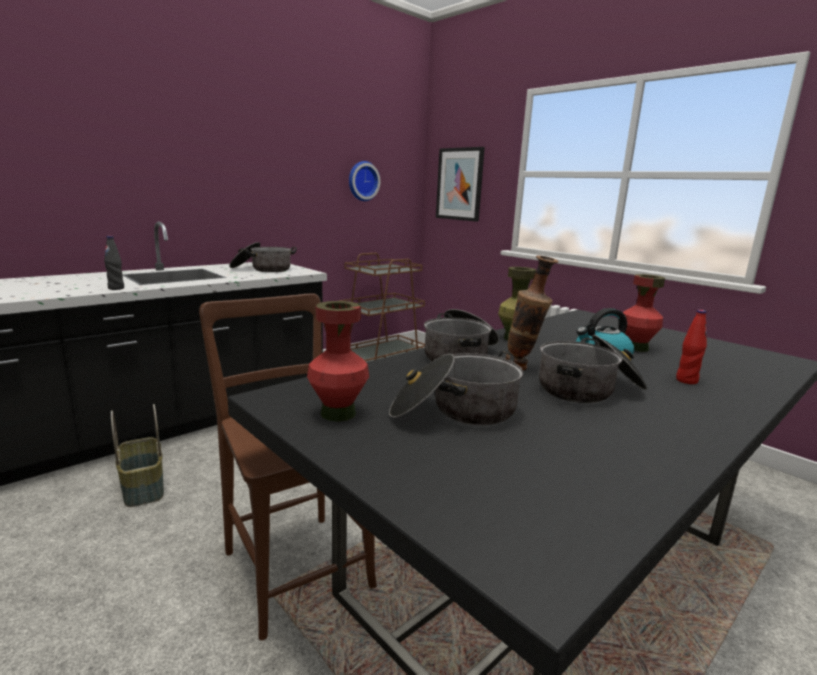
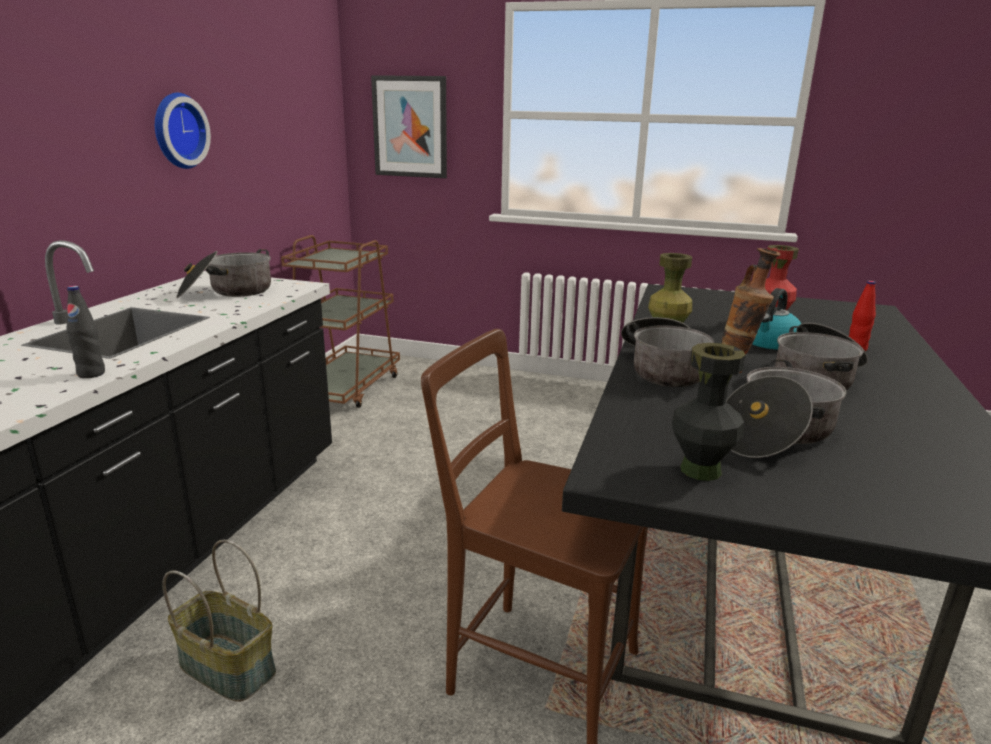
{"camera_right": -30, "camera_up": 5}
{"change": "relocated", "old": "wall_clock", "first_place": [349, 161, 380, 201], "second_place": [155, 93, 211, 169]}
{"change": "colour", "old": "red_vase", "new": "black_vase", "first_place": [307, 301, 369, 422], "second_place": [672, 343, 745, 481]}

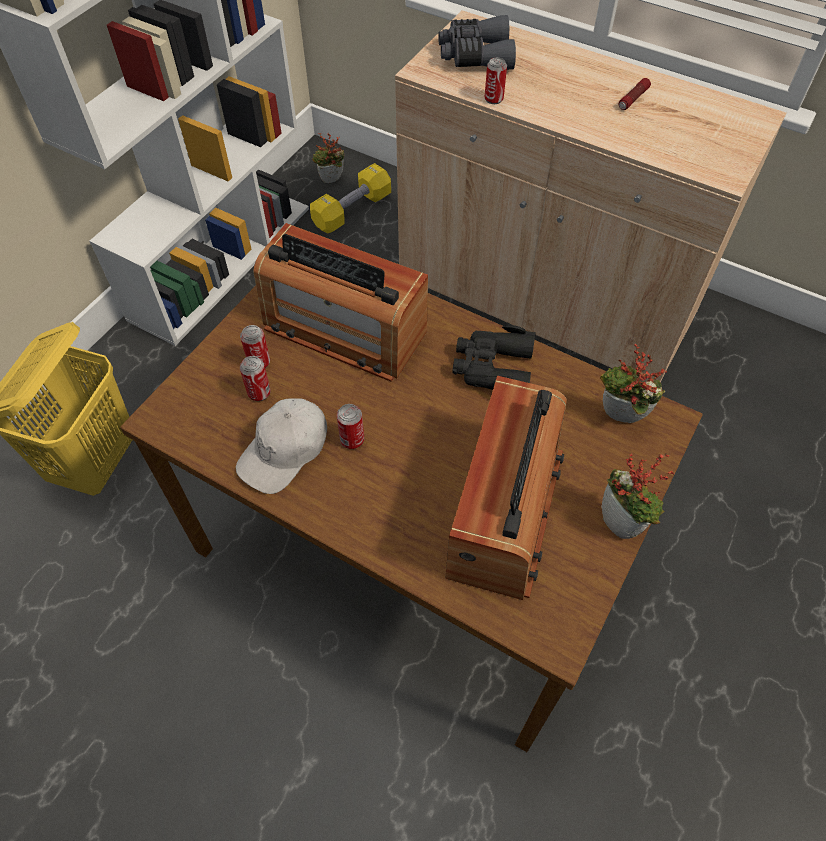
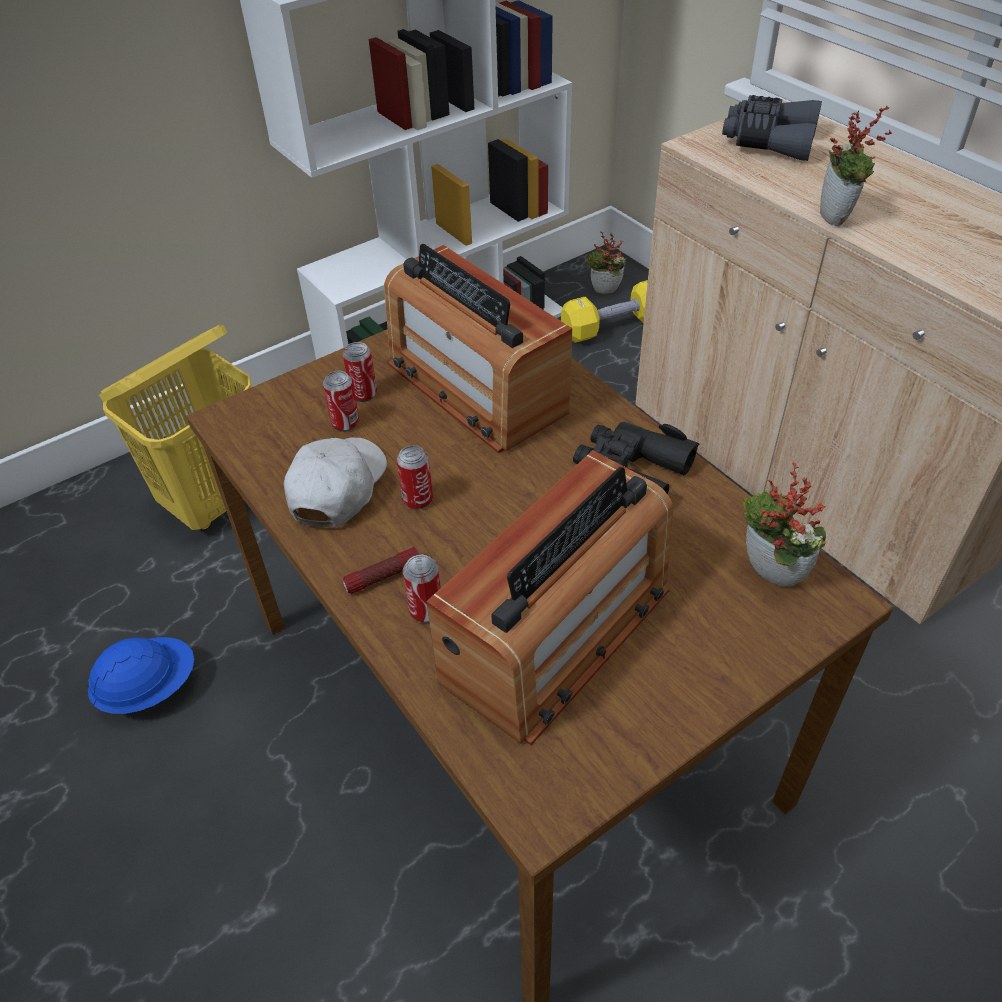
{"camera_right": 25, "camera_up": -10}
{"change": "appeared", "new": "blue_hard_hat", "second_place": [88, 637, 194, 714]}
{"change": "spun", "old": "white_cap", "first_place": [236, 398, 327, 494], "second_place": [284, 437, 387, 527], "degrees": 135}
{"change": "relocated", "old": "flashlight", "first_place": [619, 78, 651, 110], "second_place": [342, 547, 419, 594]}
{"change": "relocated", "old": "can", "first_place": [485, 58, 507, 104], "second_place": [403, 555, 441, 623]}
{"change": "relocated", "old": "potted_plant", "first_place": [601, 453, 675, 539], "second_place": [820, 106, 892, 227]}

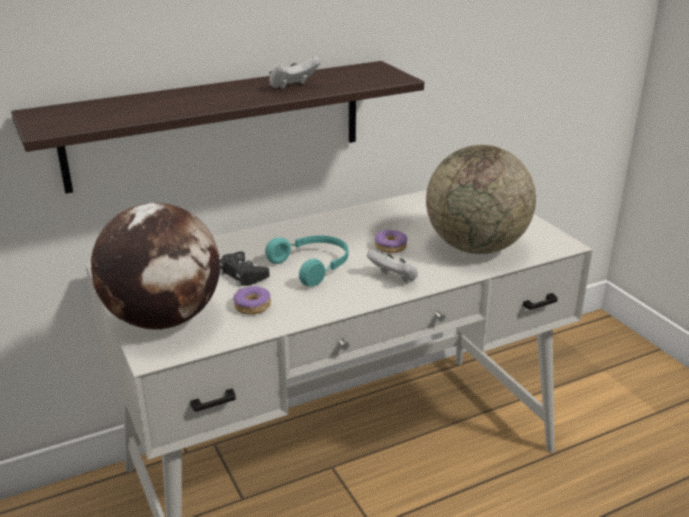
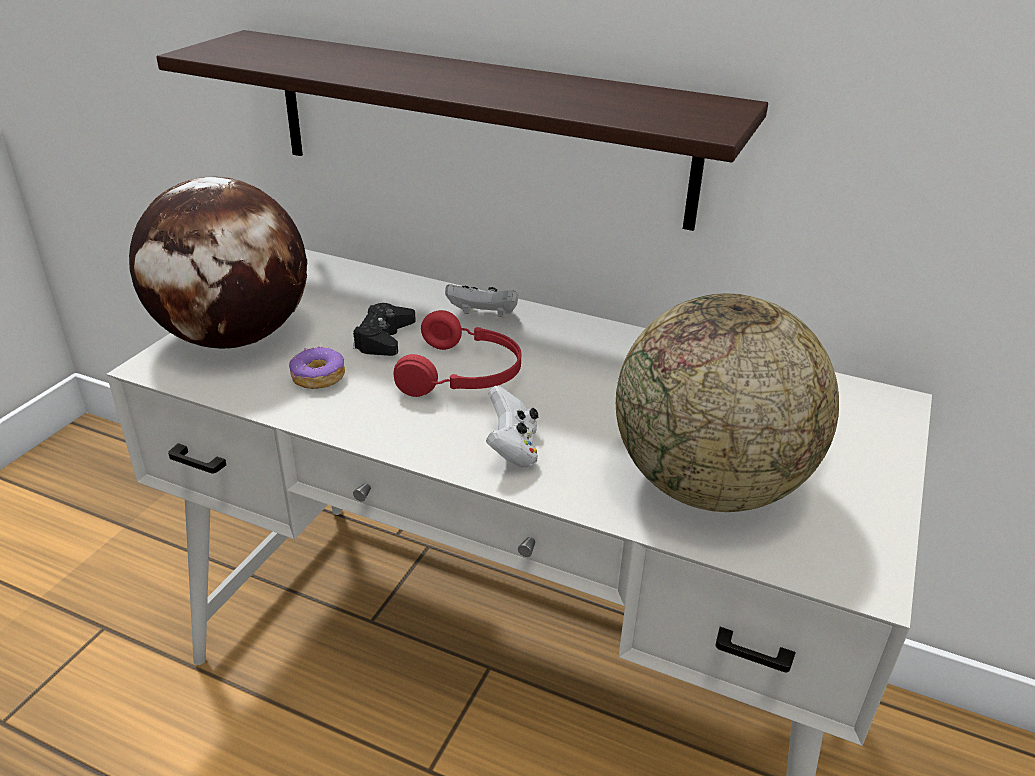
{"camera_right": 50, "camera_up": 5}
{"change": "colour", "old": "turquoise_headphones", "new": "red_headphones", "first_place": [265, 236, 348, 286], "second_place": [394, 310, 521, 397]}
{"change": "relocated", "old": "white_game_controller", "first_place": [269, 57, 320, 89], "second_place": [445, 284, 518, 317]}
{"change": "missing", "old": "donut", "first_place": [375, 230, 407, 253]}

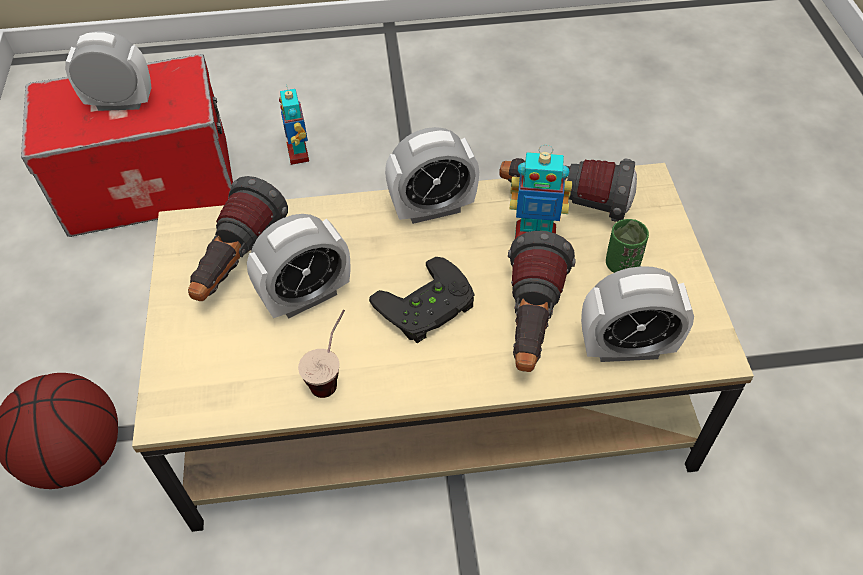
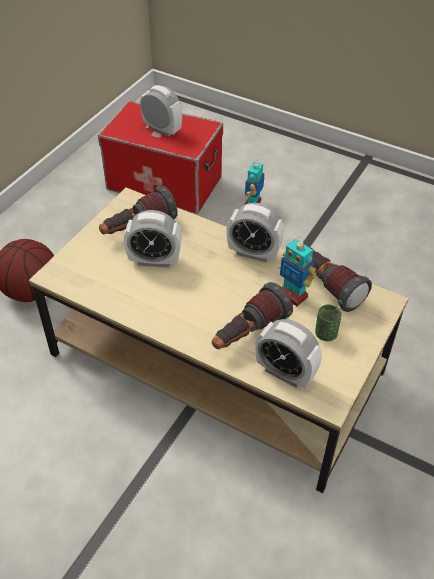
{"camera_right": 35, "camera_up": -5}
{"change": "missing", "old": "cup", "first_place": [298, 310, 345, 398]}
{"change": "missing", "old": "black_game_controller", "first_place": [369, 257, 475, 343]}

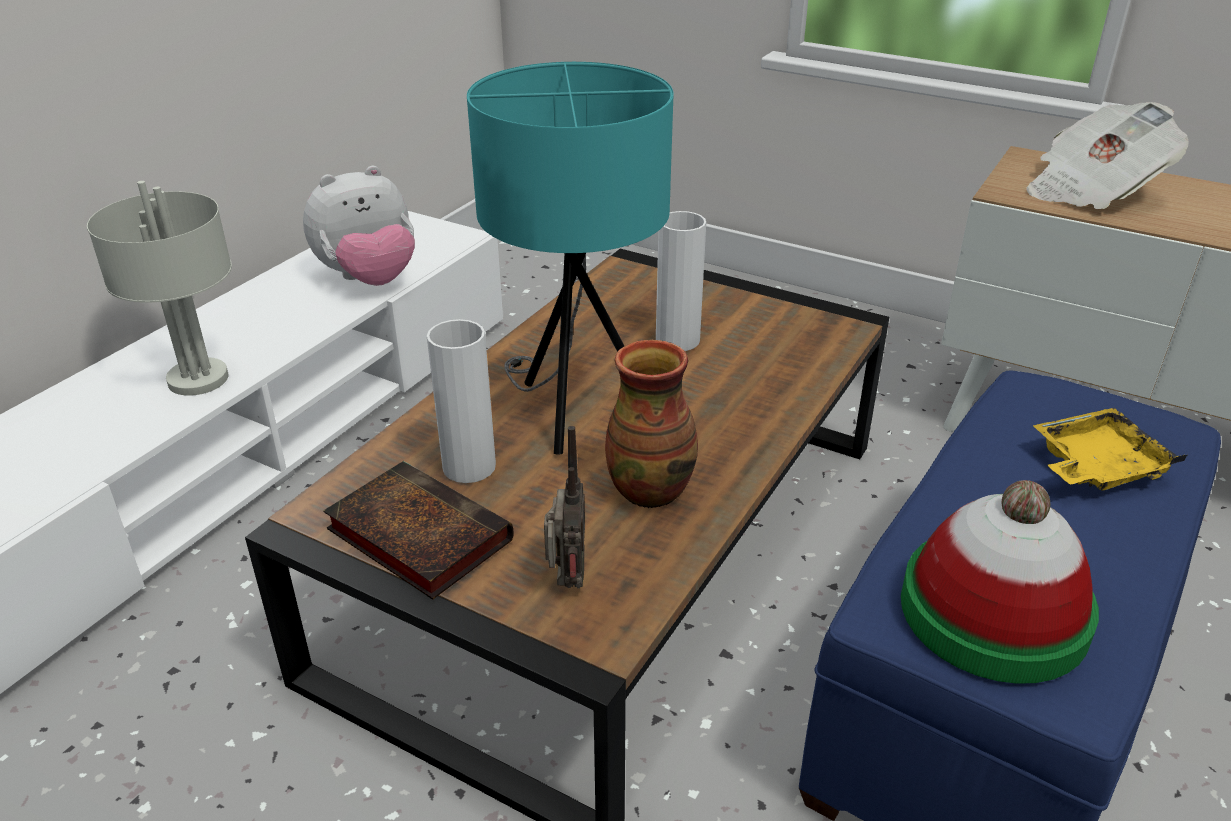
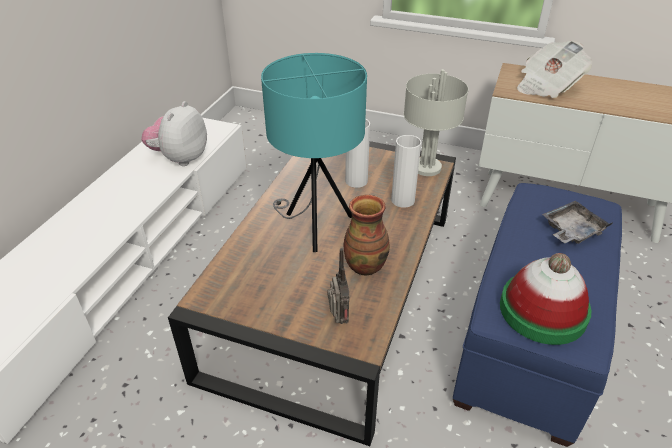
{"camera_right": -10, "camera_up": 5}
{"change": "spun", "old": "plush_toy", "first_place": [303, 166, 415, 286], "second_place": [141, 101, 207, 166], "degrees": 150}
{"change": "relocated", "old": "white_vase", "first_place": [427, 319, 496, 483], "second_place": [391, 135, 422, 208]}
{"change": "relocated", "old": "grey_table_lamp", "first_place": [87, 181, 232, 396], "second_place": [404, 69, 468, 176]}
{"change": "colour", "old": "yellow_tray", "new": "grey_tray", "first_place": [1033, 408, 1187, 490], "second_place": [542, 201, 612, 244]}
{"change": "missing", "old": "book", "first_place": [323, 461, 514, 600]}

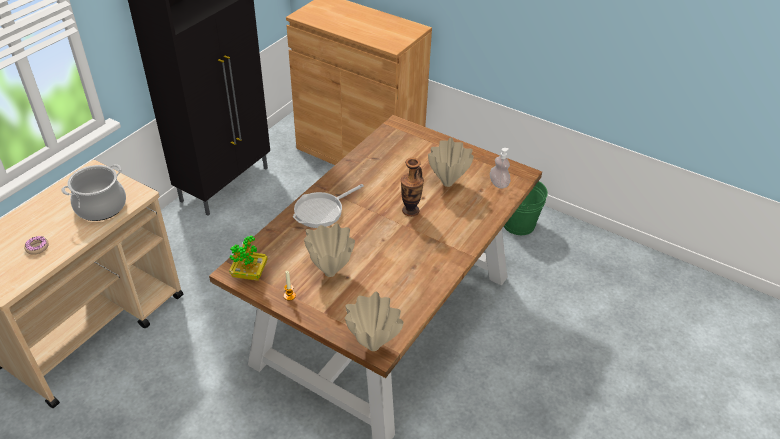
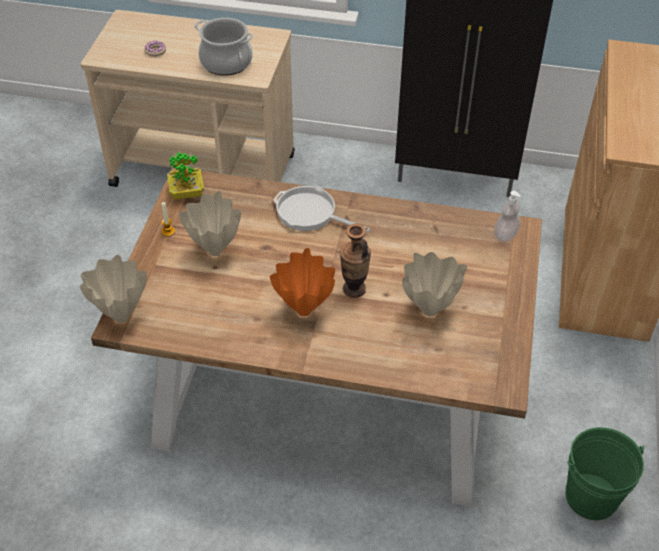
{"camera_right": 70, "camera_up": 5}
{"change": "appeared", "new": "orange_vase", "second_place": [270, 248, 335, 316]}
{"change": "relocated", "old": "soap_dispenser", "first_place": [490, 148, 510, 189], "second_place": [495, 191, 521, 242]}

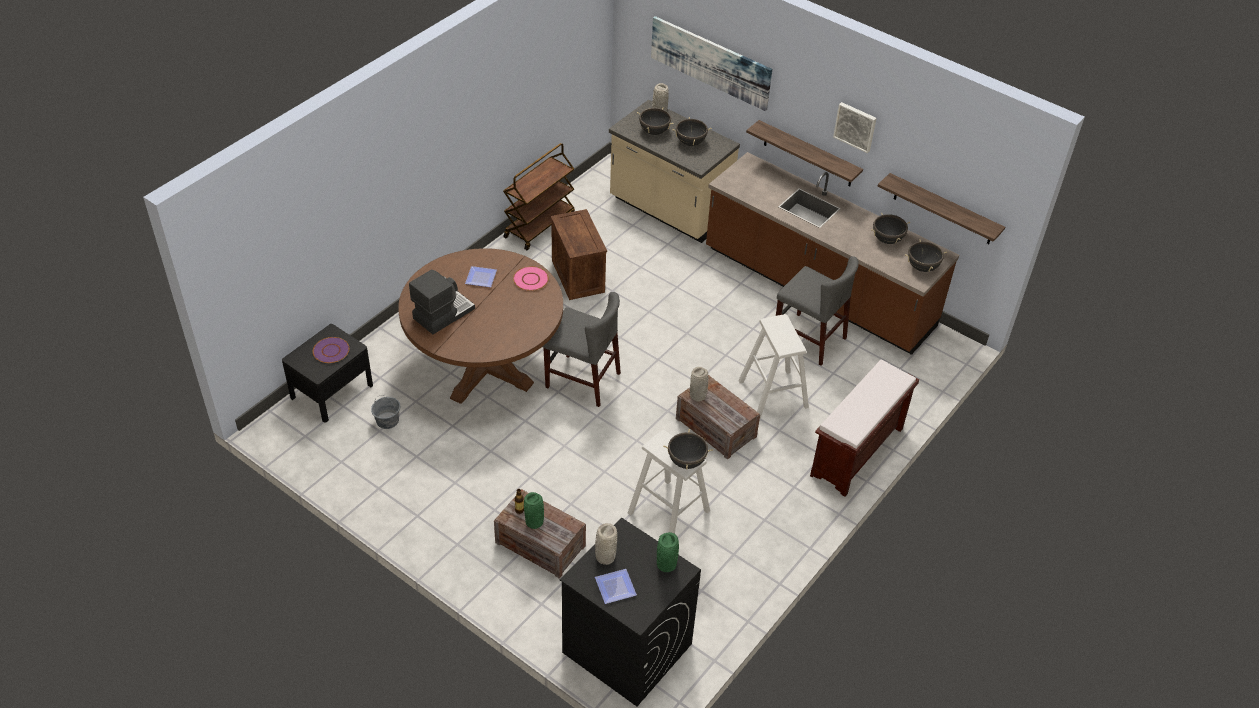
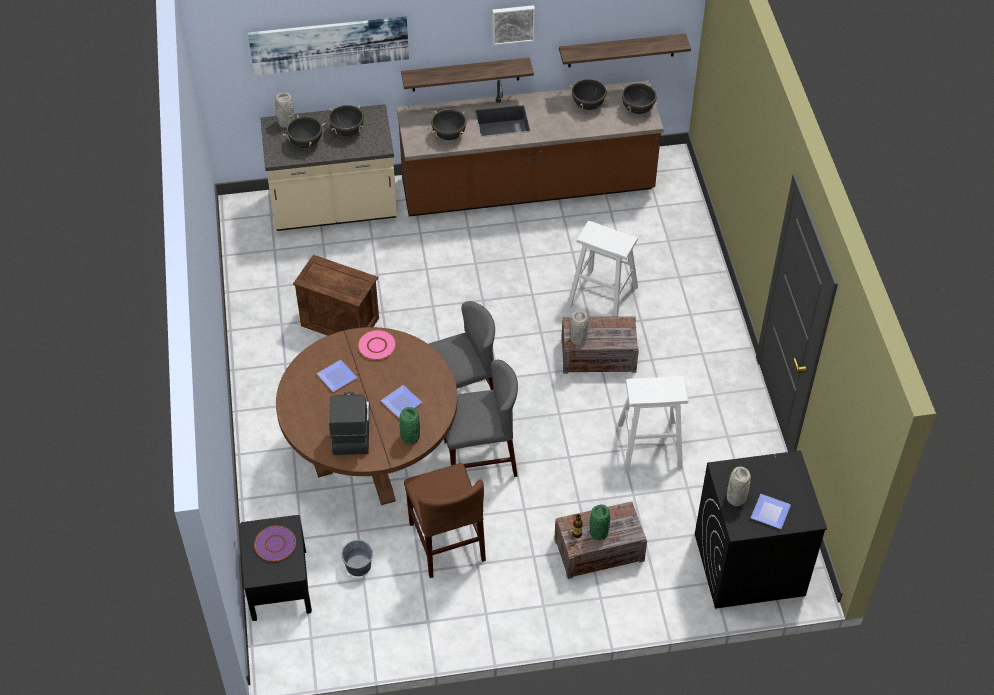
{"camera_right": -45, "camera_up": 5}
{"change": "appeared", "new": "plate", "second_place": [381, 385, 422, 418]}
{"change": "relocated", "old": "green_vase", "first_place": [657, 532, 679, 572], "second_place": [399, 407, 420, 444]}
{"change": "appeared", "new": "brown_chair", "second_place": [404, 463, 486, 578]}
{"change": "relocated", "old": "black_cooking_pot", "first_place": [663, 429, 713, 470], "second_place": [431, 109, 467, 140]}
{"change": "relocated", "old": "grey_chair", "first_place": [776, 256, 859, 366], "second_place": [444, 360, 518, 477]}
{"change": "missing", "old": "brown_cart", "first_place": [503, 143, 575, 250]}
{"change": "missing", "old": "brown_bench", "first_place": [810, 360, 919, 497]}

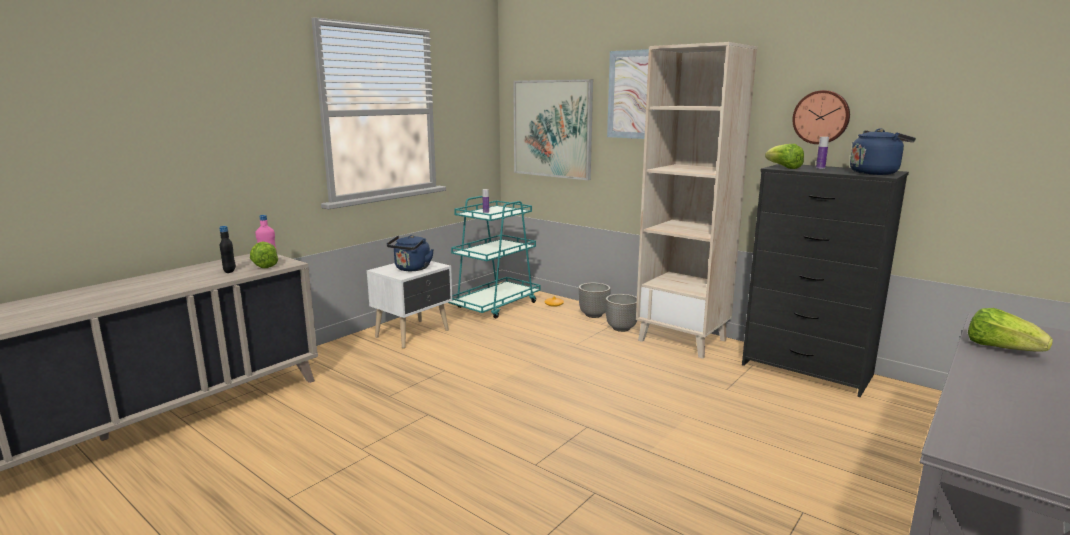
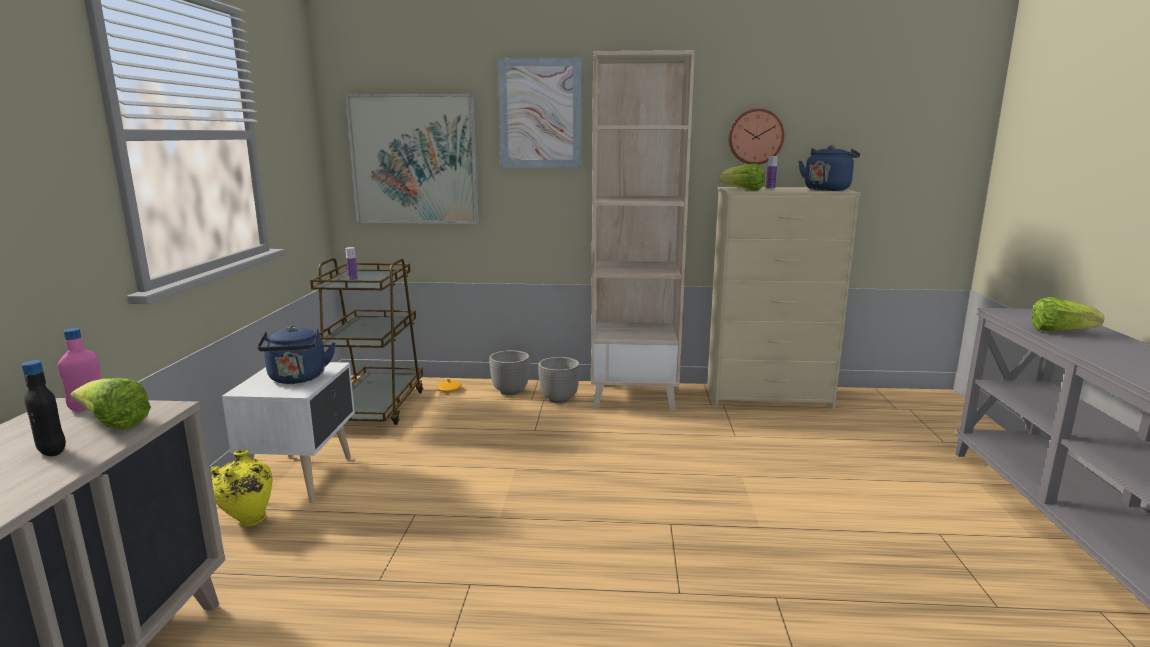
{"camera_right": -35, "camera_up": 0}
{"change": "appeared", "new": "yellow_vase", "second_place": [211, 450, 272, 526]}
{"change": "colour", "old": "turquoise_cart", "new": "brown_cart", "first_place": [448, 196, 541, 318], "second_place": [310, 258, 423, 425]}
{"change": "colour", "old": "black_dresser", "new": "beige_dresser", "first_place": [742, 164, 909, 397], "second_place": [707, 187, 861, 411]}

